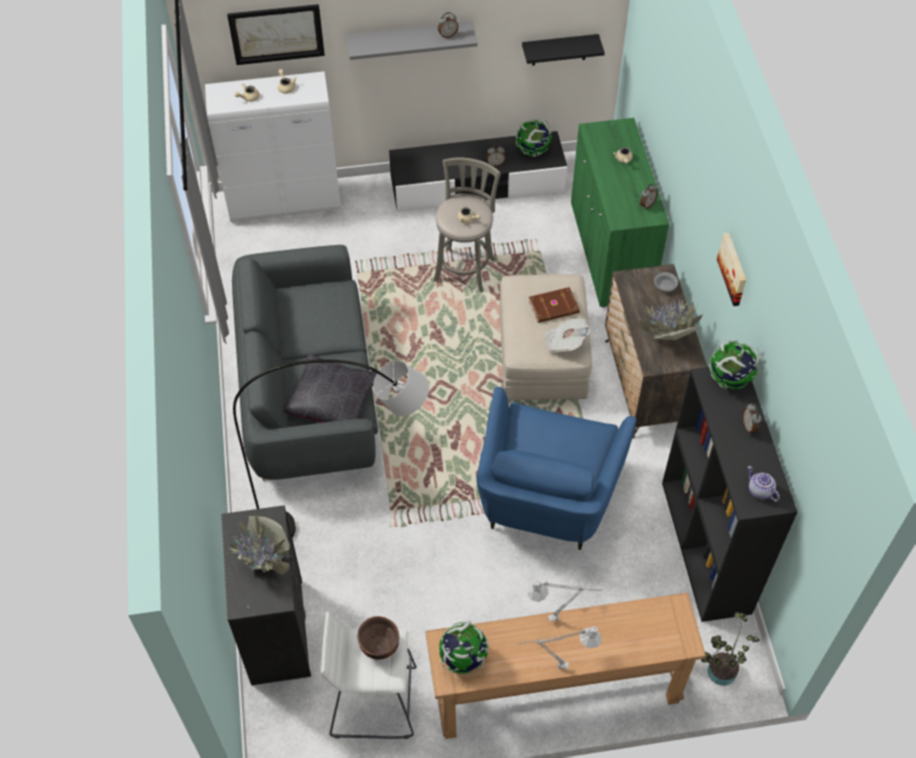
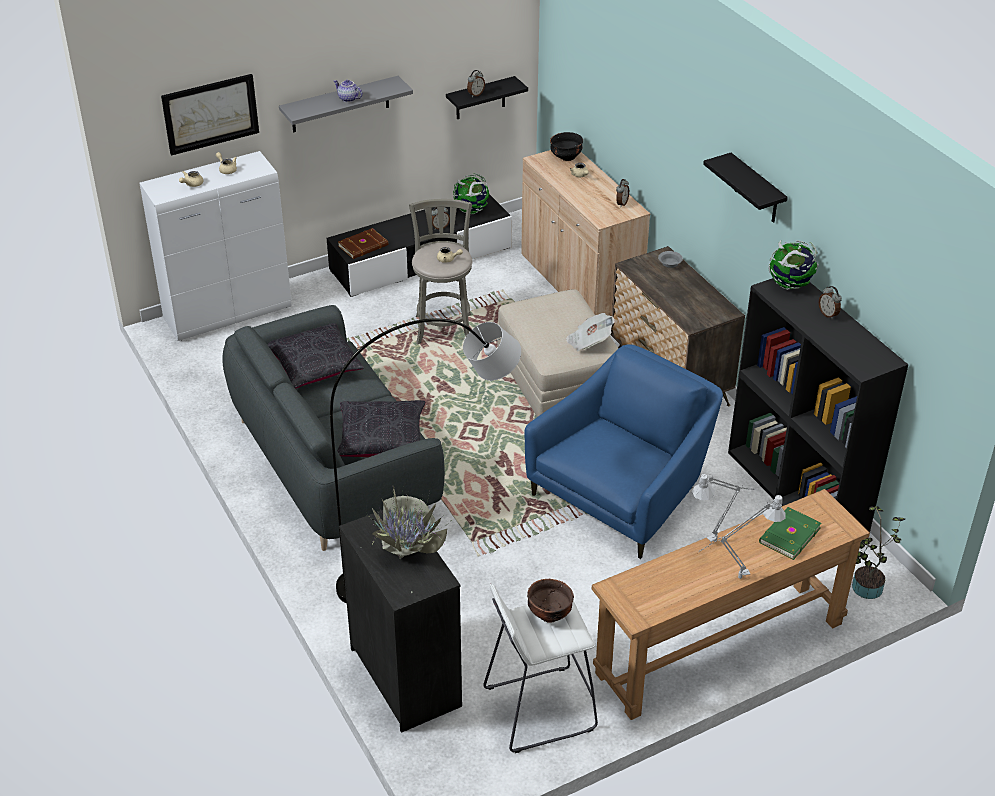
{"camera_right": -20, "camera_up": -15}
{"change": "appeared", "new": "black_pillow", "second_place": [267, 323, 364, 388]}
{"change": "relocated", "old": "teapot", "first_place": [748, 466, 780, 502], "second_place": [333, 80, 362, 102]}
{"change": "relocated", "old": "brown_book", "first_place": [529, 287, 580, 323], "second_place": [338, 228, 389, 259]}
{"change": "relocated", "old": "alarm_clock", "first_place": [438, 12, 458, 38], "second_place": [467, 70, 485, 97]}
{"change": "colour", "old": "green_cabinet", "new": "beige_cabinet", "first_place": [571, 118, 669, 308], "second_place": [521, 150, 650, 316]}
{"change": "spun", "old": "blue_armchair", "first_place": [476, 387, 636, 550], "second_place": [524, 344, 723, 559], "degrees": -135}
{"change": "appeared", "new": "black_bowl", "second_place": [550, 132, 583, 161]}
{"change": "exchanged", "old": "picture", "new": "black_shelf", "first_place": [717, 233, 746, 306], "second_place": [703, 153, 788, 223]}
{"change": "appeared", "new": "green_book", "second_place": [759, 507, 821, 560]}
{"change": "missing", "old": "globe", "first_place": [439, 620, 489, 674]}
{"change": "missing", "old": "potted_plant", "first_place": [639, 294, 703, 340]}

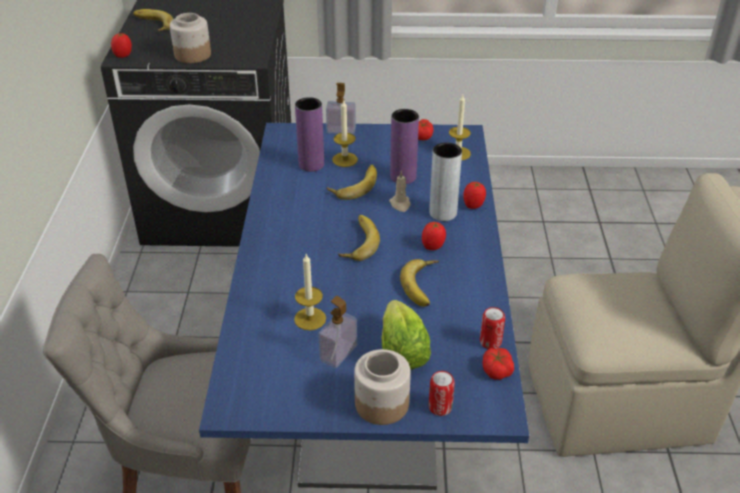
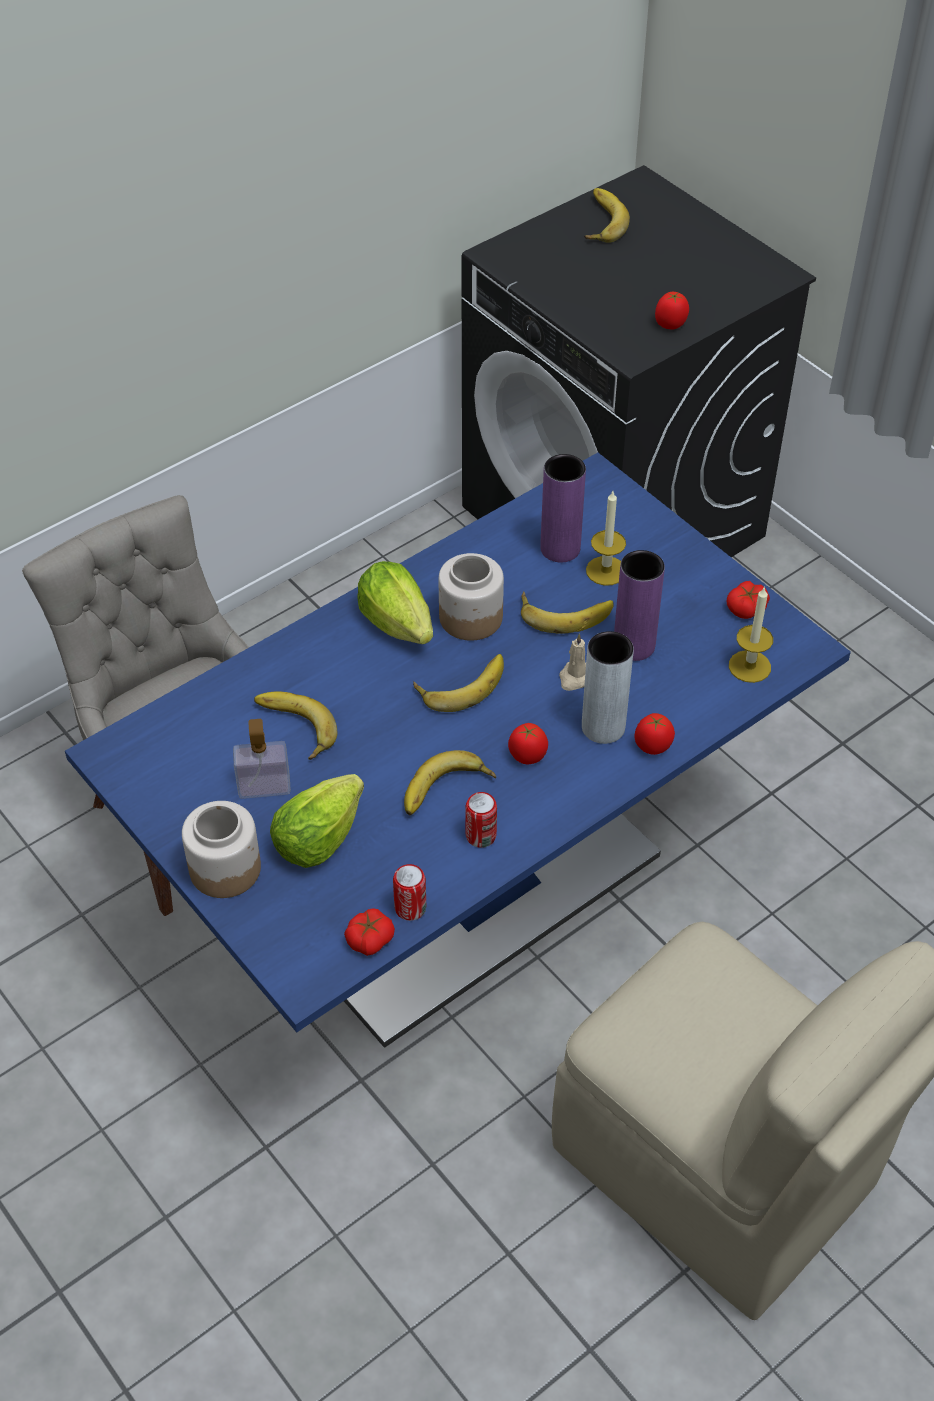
{"camera_right": 50, "camera_up": 10}
{"change": "exchanged", "old": "candle", "new": "banana", "first_place": [294, 254, 326, 330], "second_place": [254, 691, 337, 760]}
{"change": "appeared", "new": "lettuce", "second_place": [357, 561, 433, 644]}
{"change": "relocated", "old": "jar", "first_place": [170, 13, 211, 63], "second_place": [439, 553, 504, 641]}
{"change": "relocated", "old": "can", "first_place": [429, 371, 455, 416], "second_place": [466, 792, 497, 848]}
{"change": "relocated", "old": "tomato", "first_place": [111, 33, 132, 58], "second_place": [655, 292, 689, 329]}
{"change": "missing", "old": "soap_dispenser", "first_place": [326, 83, 356, 134]}

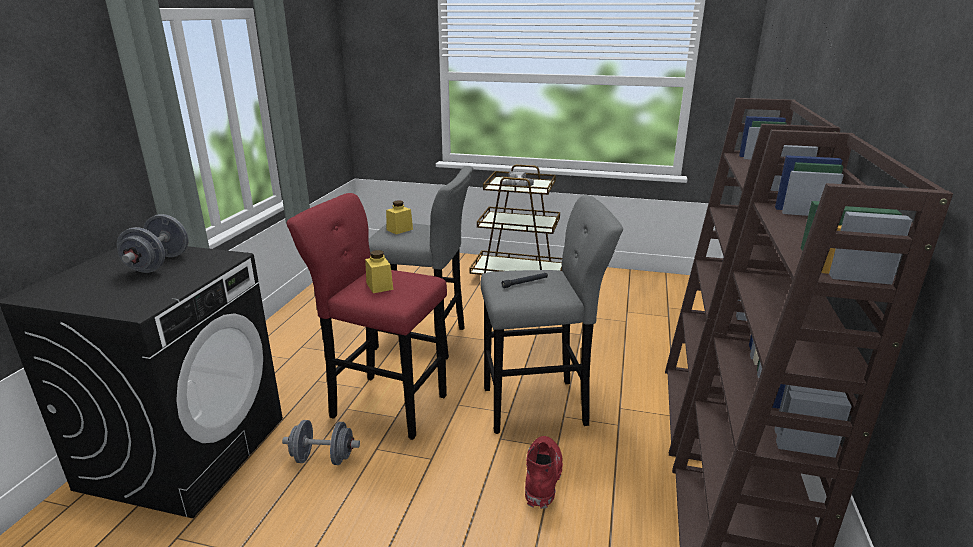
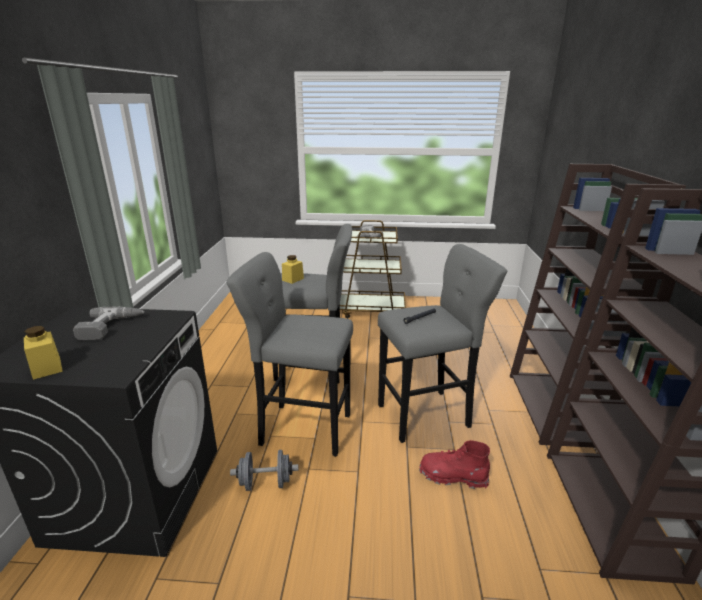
{"camera_right": -10, "camera_up": 0}
{"change": "relocated", "old": "yellow_jar", "first_place": [365, 250, 393, 293], "second_place": [24, 326, 63, 380]}
{"change": "exchanged", "old": "grey_dumbbell", "new": "power_drill", "first_place": [117, 214, 189, 273], "second_place": [73, 307, 144, 340]}
{"change": "colour", "old": "red_stool", "new": "grey_stool", "first_place": [286, 193, 447, 440], "second_place": [226, 252, 353, 457]}
{"change": "spun", "old": "red_boot", "first_place": [525, 436, 563, 509], "second_place": [419, 440, 490, 489], "degrees": -75}

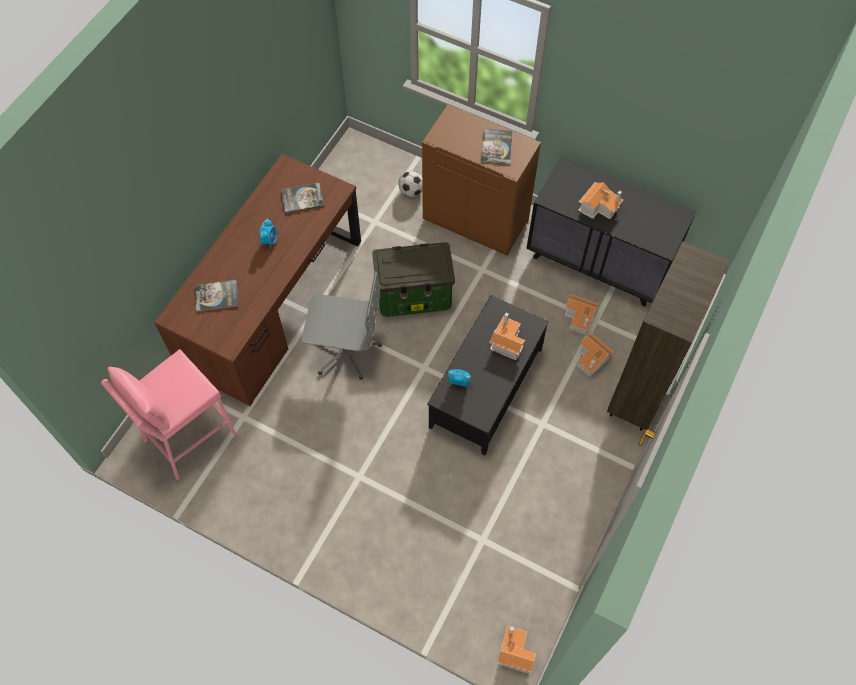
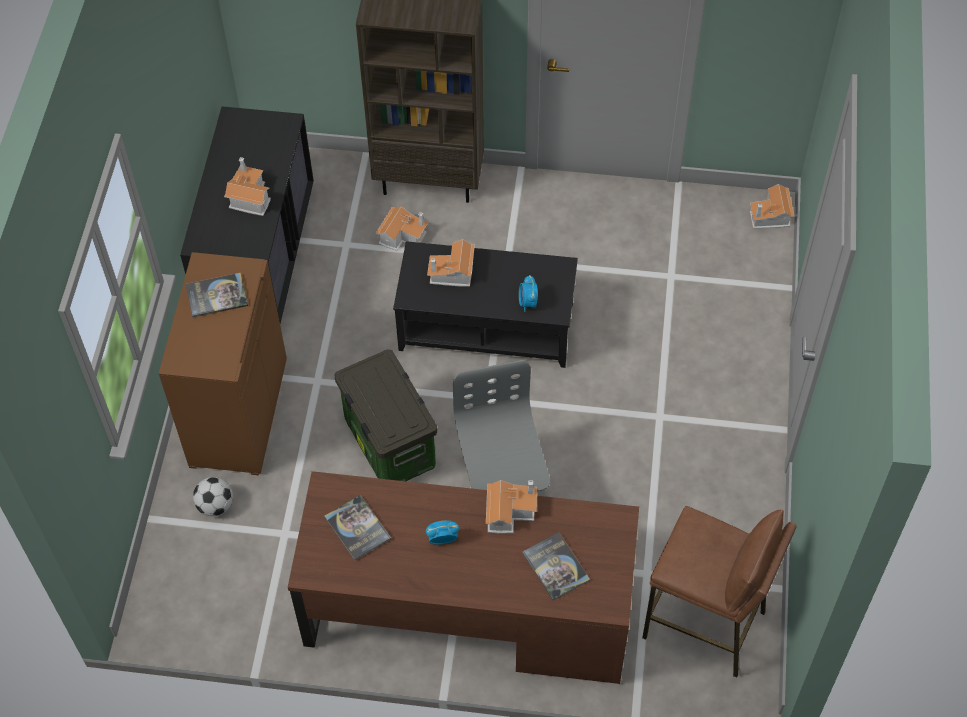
{"camera_right": -110, "camera_up": -5}
{"change": "relocated", "old": "toy_house", "first_place": [565, 294, 598, 335], "second_place": [486, 480, 537, 533]}
{"change": "colour", "old": "pink_stool", "new": "brown_stool", "first_place": [101, 349, 237, 480], "second_place": [642, 506, 797, 678]}

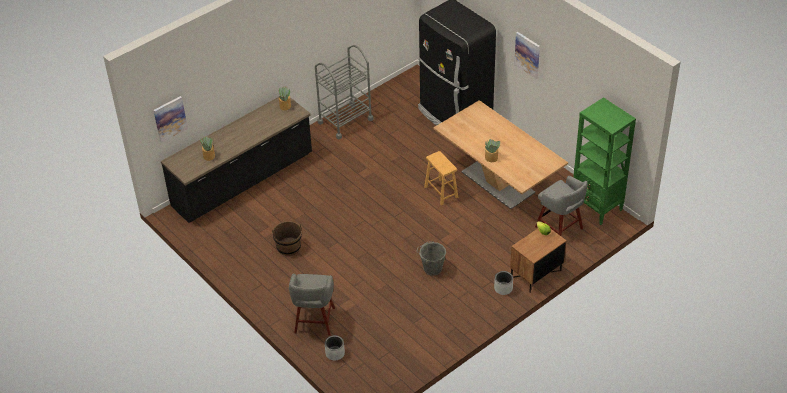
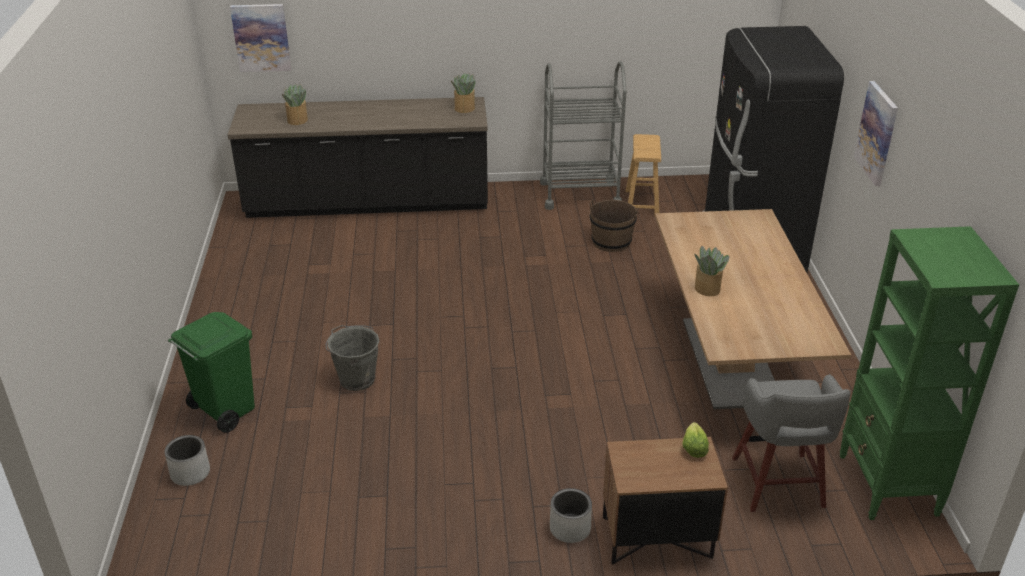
{"camera_right": 35, "camera_up": -10}
{"change": "exchanged", "old": "grey_stool", "new": "green_trash_can", "first_place": [289, 273, 335, 335], "second_place": [168, 312, 255, 433]}
{"change": "relocated", "old": "grey_bucket", "first_place": [416, 241, 446, 276], "second_place": [325, 325, 380, 391]}
{"change": "relocated", "old": "brown_bucket", "first_place": [272, 221, 302, 256], "second_place": [590, 199, 638, 252]}
{"change": "relocated", "old": "brown_stool", "first_place": [424, 151, 458, 205], "second_place": [626, 134, 661, 216]}

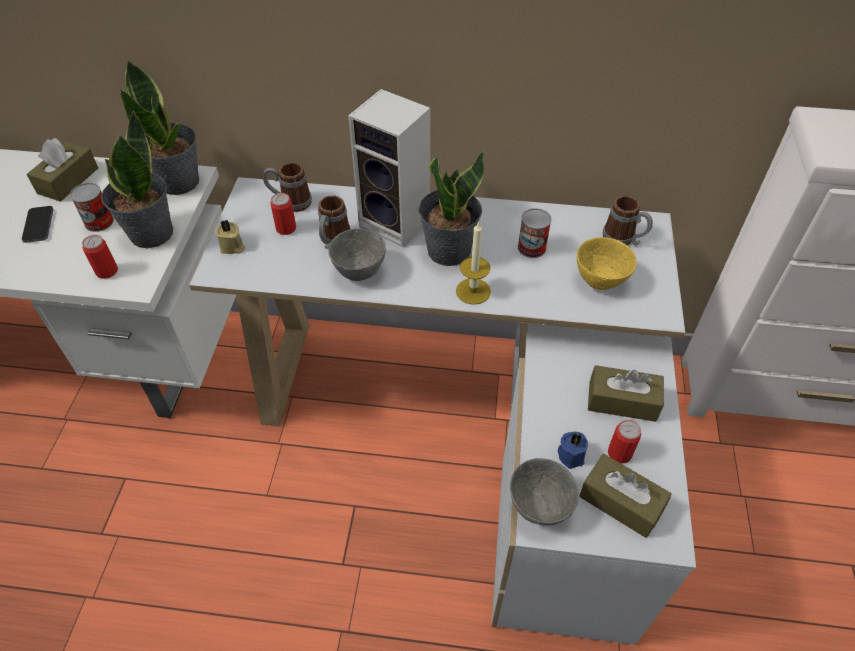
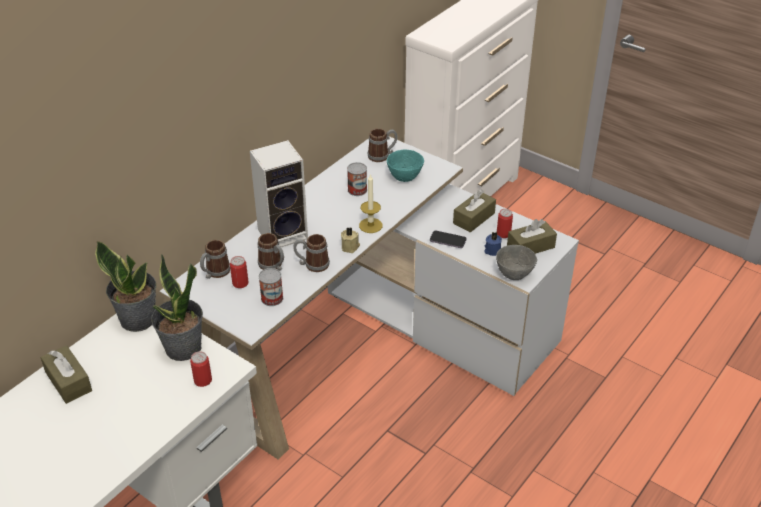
{"camera_right": -60, "camera_up": -10}
{"change": "relocated", "old": "can", "first_place": [70, 183, 114, 232], "second_place": [259, 268, 283, 306]}
{"change": "exchanged", "old": "grey_bowl", "new": "mug", "first_place": [328, 229, 386, 281], "second_place": [293, 234, 330, 272]}
{"change": "relocated", "old": "beige_candle", "first_place": [216, 220, 245, 254], "second_place": [341, 227, 360, 253]}
{"change": "colour", "old": "yellow_bowl", "new": "turquoise_bowl", "first_place": [577, 237, 637, 290], "second_place": [387, 150, 424, 182]}
{"change": "relocated", "old": "phone", "first_place": [22, 206, 54, 243], "second_place": [430, 231, 466, 248]}
{"change": "missing", "old": "potted_plant", "first_place": [419, 151, 484, 266]}

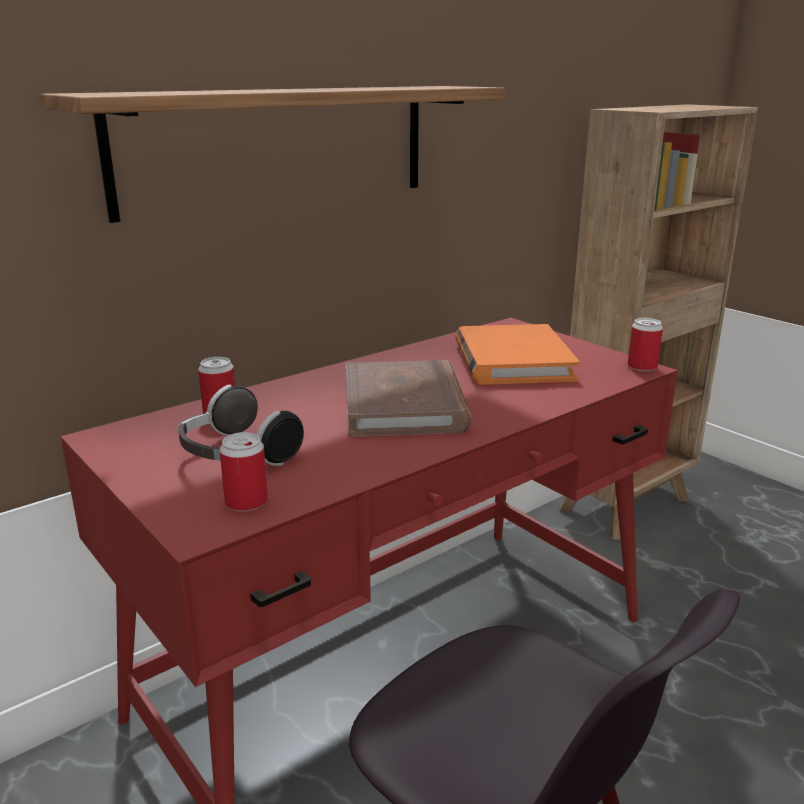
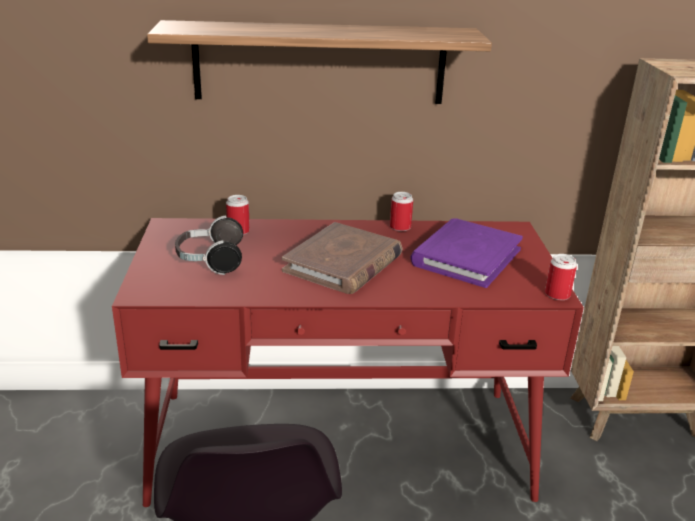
{"camera_right": 35, "camera_up": 5}
{"change": "relocated", "old": "can", "first_place": [219, 432, 268, 511], "second_place": [390, 192, 413, 231]}
{"change": "colour", "old": "orange_book", "new": "purple_book", "first_place": [456, 324, 580, 385], "second_place": [410, 218, 523, 288]}

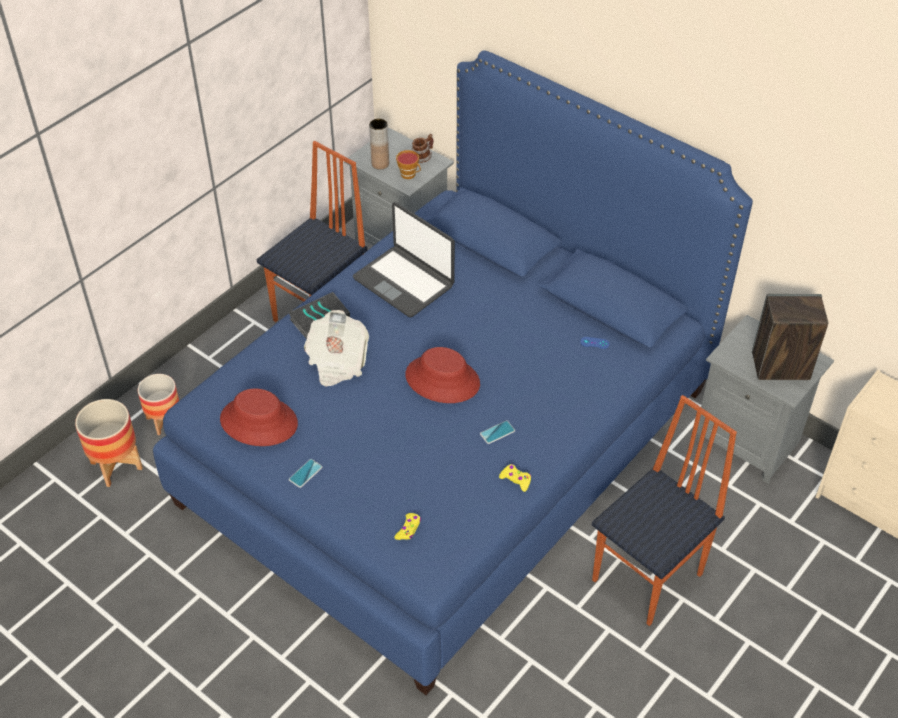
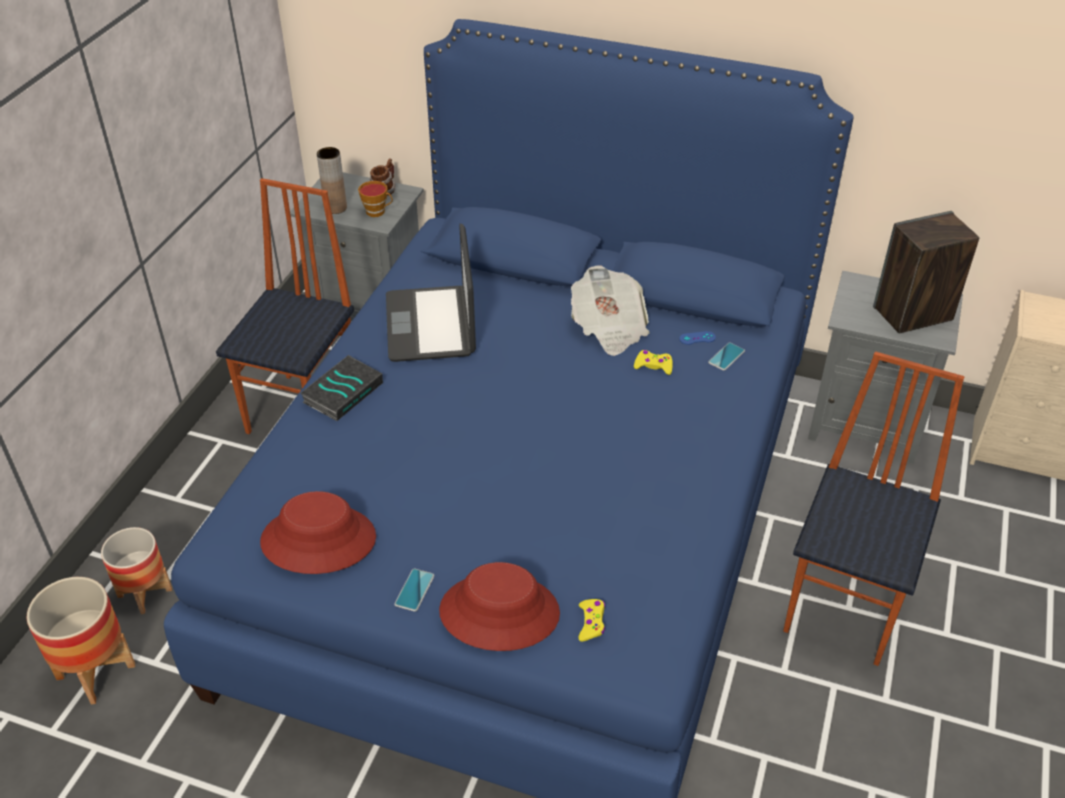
{"camera_right": -20, "camera_up": -5}
{"change": "spun", "old": "laptop", "first_place": [353, 202, 455, 317], "second_place": [386, 223, 476, 362], "degrees": 60}
{"change": "relocated", "old": "red_hat", "first_place": [405, 347, 480, 403], "second_place": [439, 562, 560, 651]}
{"change": "relocated", "old": "newspaper", "first_place": [304, 310, 369, 387], "second_place": [571, 265, 649, 356]}
{"change": "relocated", "old": "yellow_game_controller", "first_place": [499, 464, 531, 492], "second_place": [634, 350, 673, 375]}
{"change": "relocated", "old": "phone", "first_place": [480, 421, 515, 444], "second_place": [708, 343, 745, 371]}

